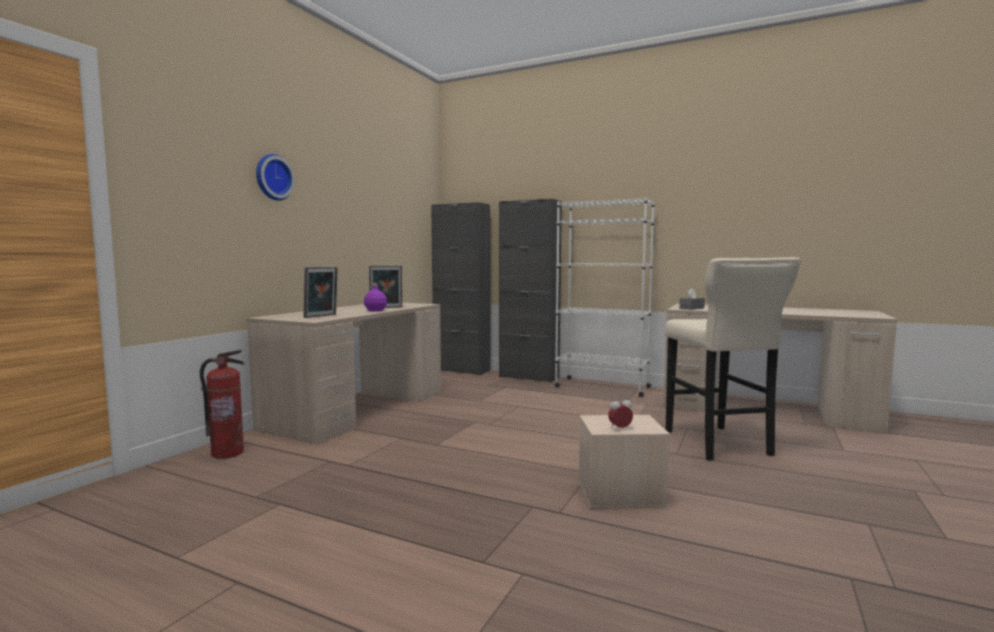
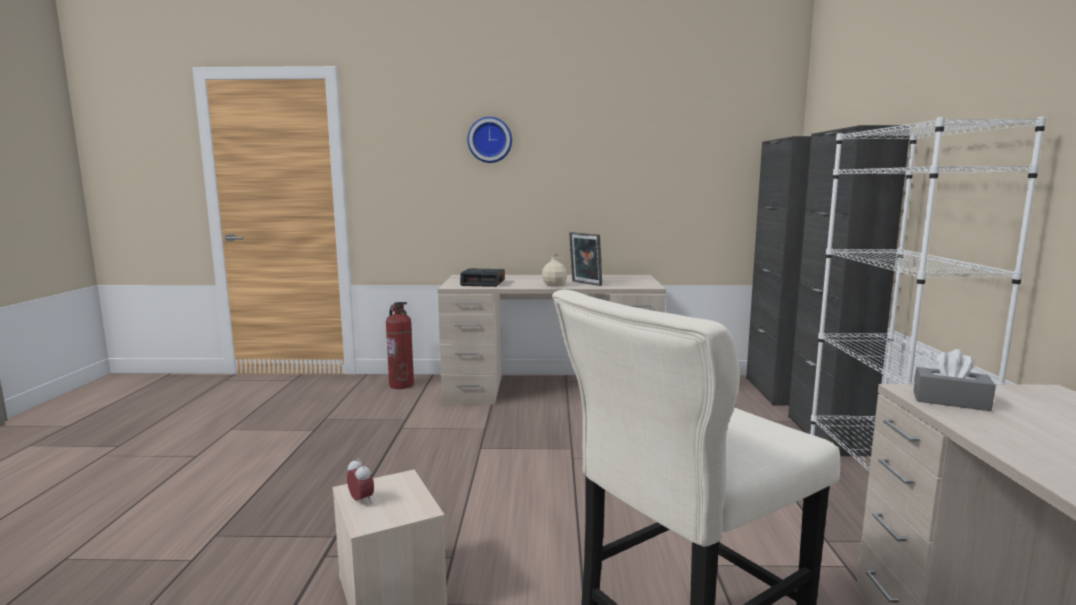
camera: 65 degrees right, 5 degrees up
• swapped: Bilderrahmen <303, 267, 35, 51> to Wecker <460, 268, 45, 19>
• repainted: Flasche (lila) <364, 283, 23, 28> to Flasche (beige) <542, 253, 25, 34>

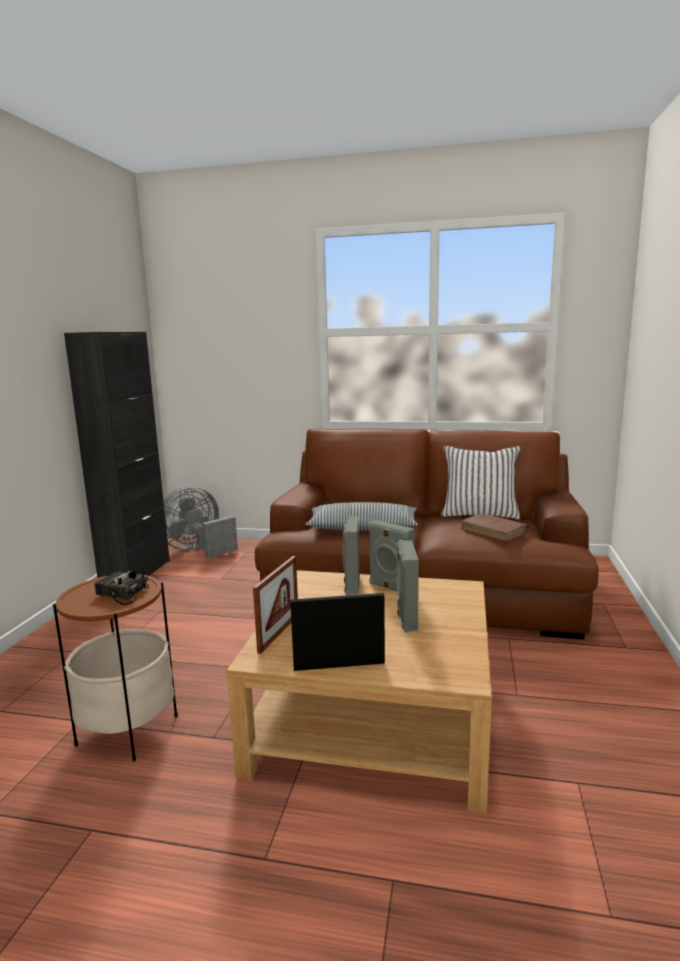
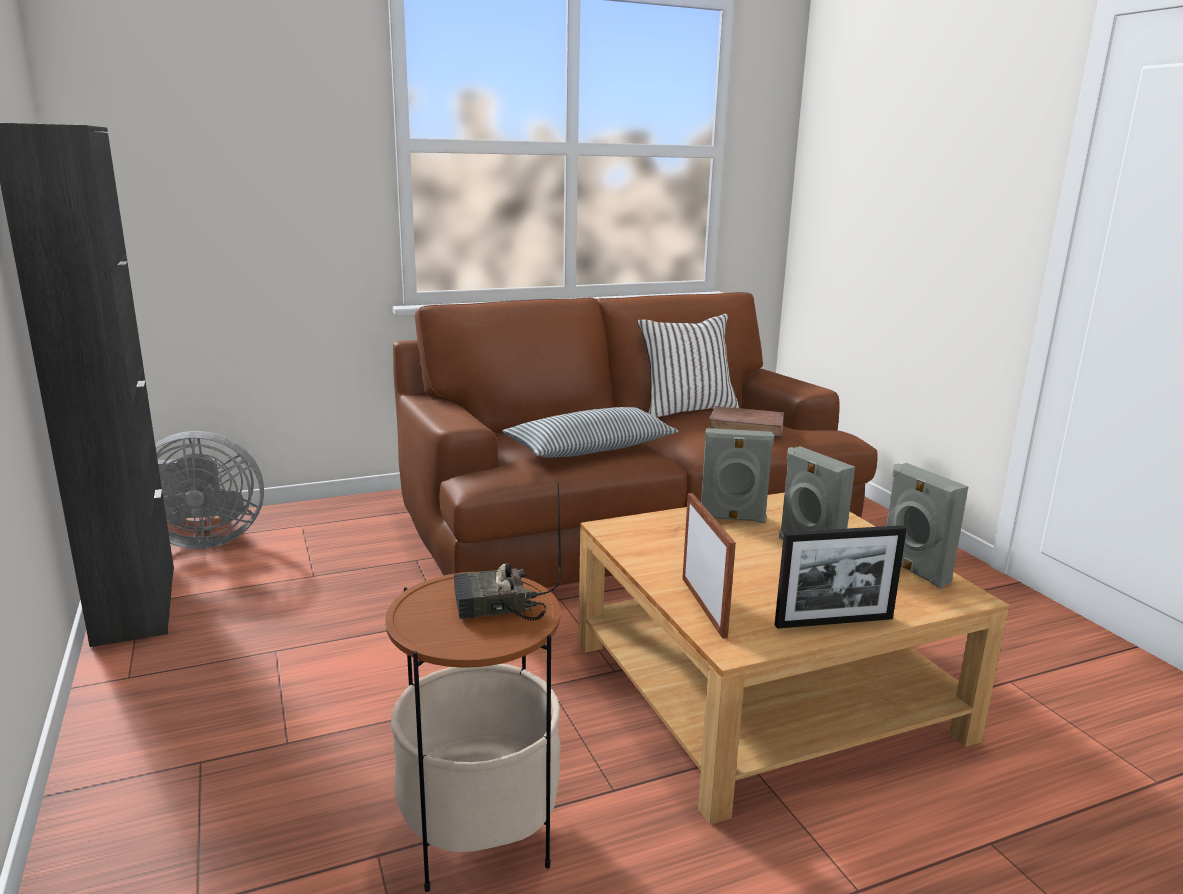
camera: 35 degrees left, 5 degrees up
• rotated: Ventilator (grau) <163, 486, 75, 72> = <155, 431, 109, 118> 120 degrees counterclockwise
• rotated: Bilderrahmen <290, 593, 95, 78> = <774, 525, 133, 104> 150 degrees counterclockwise
• shifted: Lautsprecher (grau) <343, 516, 17, 79> to <886, 463, 83, 125>

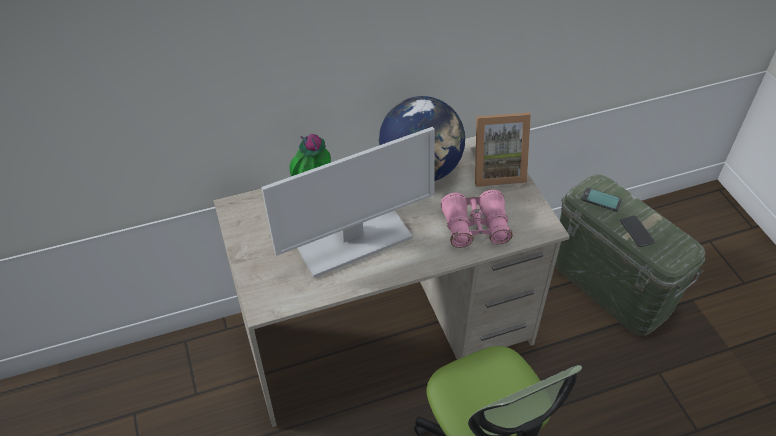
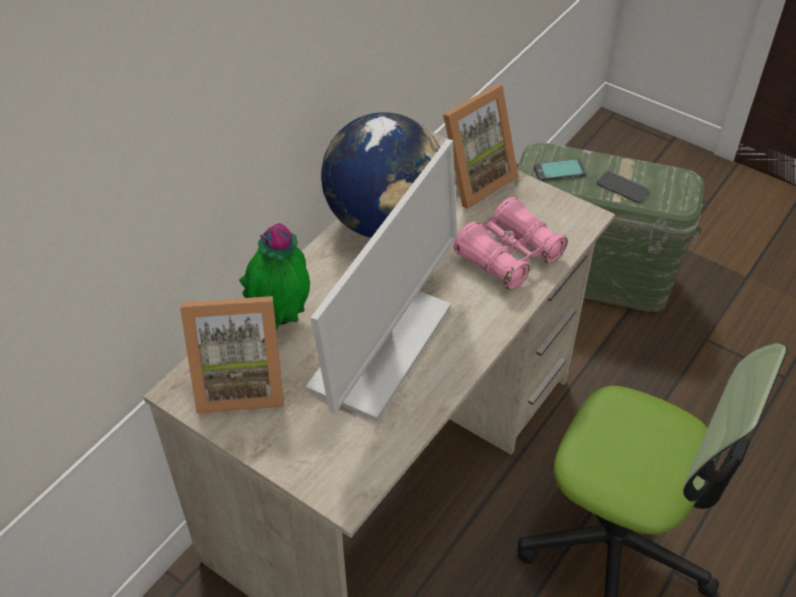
camera: 35 degrees left, 0 degrees up
• new: Bilderrahmen <180, 296, 104, 118>

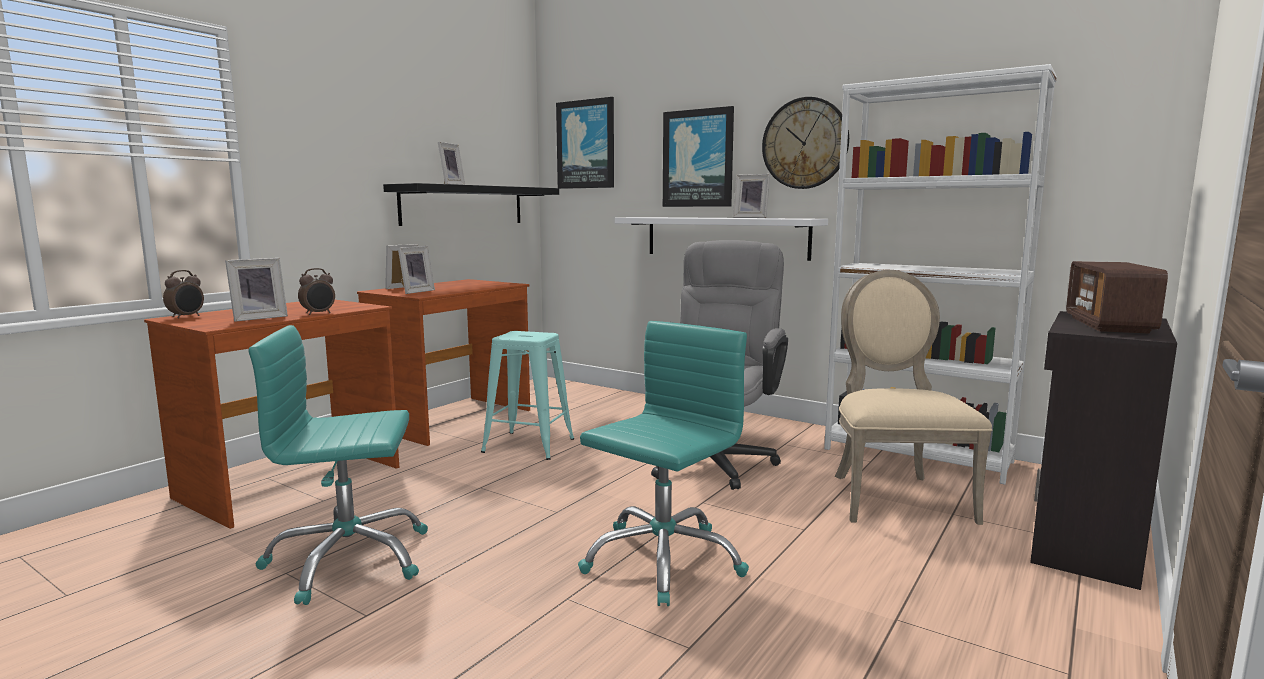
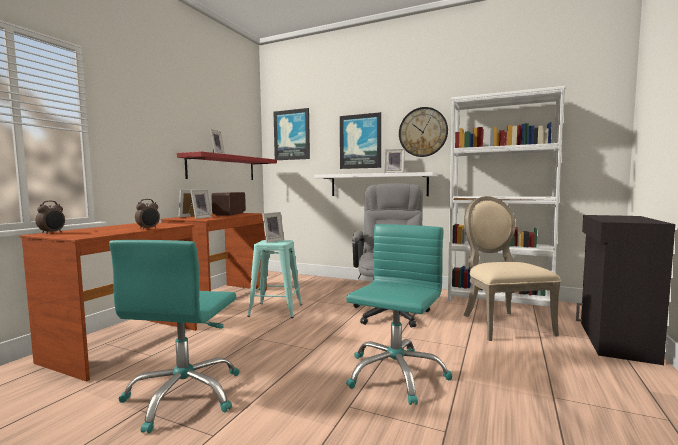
camera: 10 degrees left, 5 degrees down
• rotated: Bürostuhl (türkis) <248, 325, 180, 280> = <109, 240, 130, 193> 60 degrees counterclockwise
• repainted: Wandregal (schwarz) <383, 183, 176, 43> to Wandregal (rot) <177, 151, 100, 29>
• shifted: Radio <1066, 261, 102, 73> to <211, 192, 35, 24>
• shifted: Bilderrahmen <225, 258, 63, 64> to <262, 212, 22, 31>

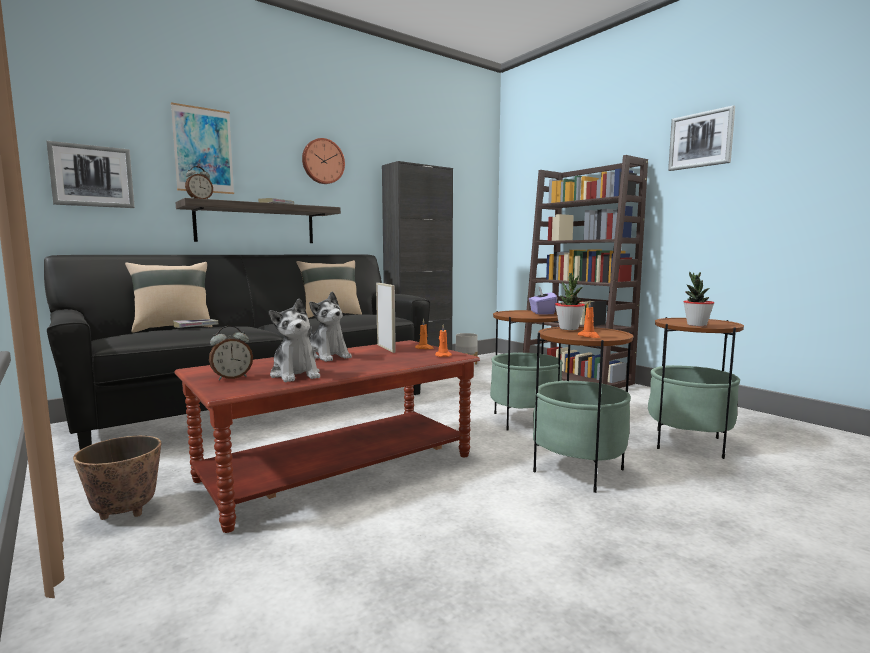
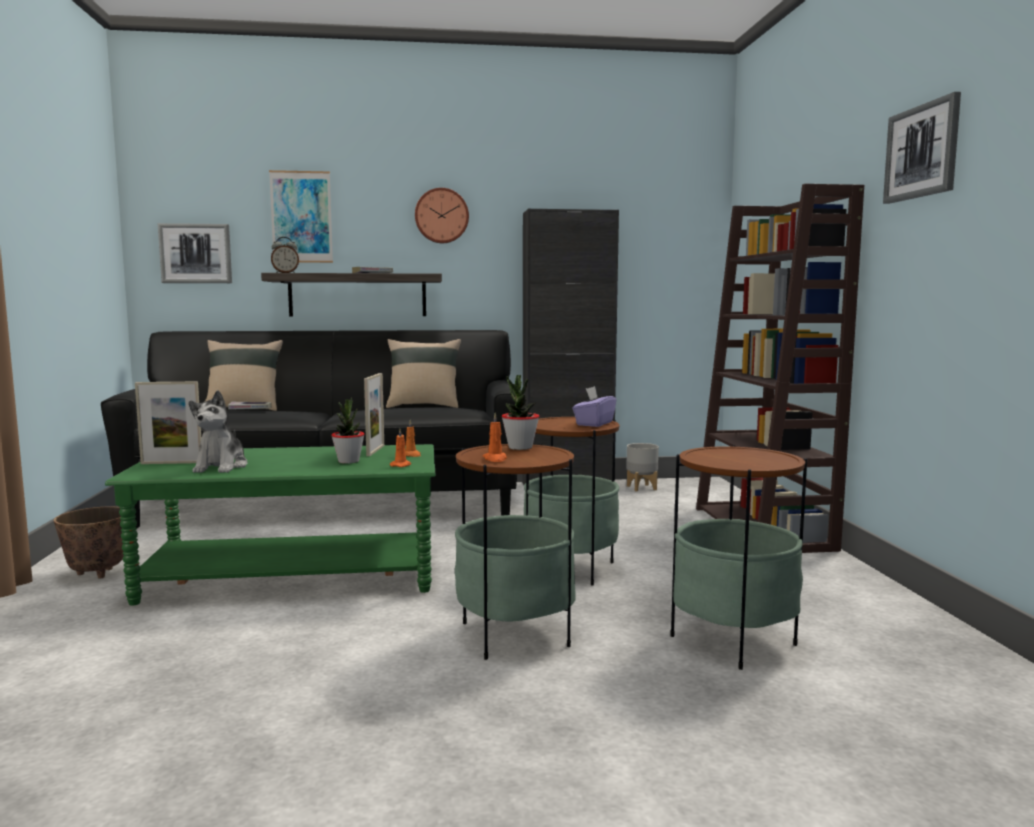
camera: 30 degrees right, 0 degrees up
• repainted: Couchtisch (braun) <174, 340, 306, 193> to Couchtisch (grün) <105, 444, 330, 162>
• swapped: Wecker <209, 326, 44, 54> to Bilderrahmen <135, 382, 66, 82>
• shifted: Topfpflanze <683, 272, 31, 54> to <331, 397, 33, 67>
• gone: Plüschtier <309, 291, 43, 71>

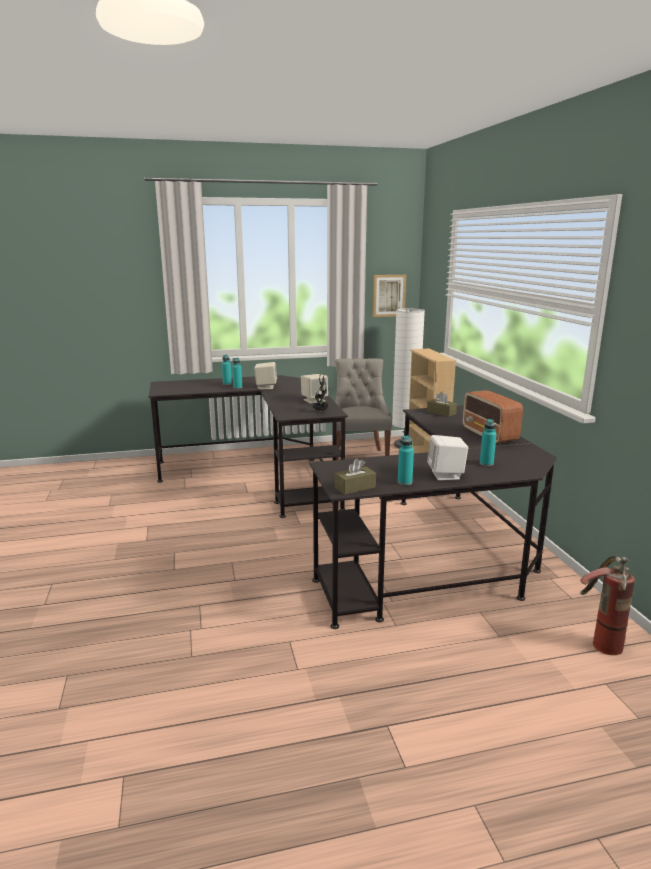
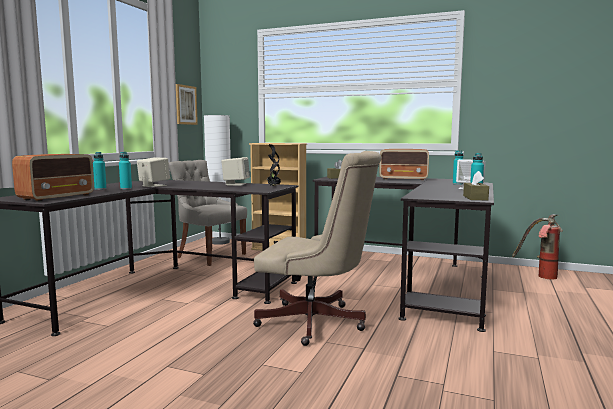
camera: 55 degrees left, 10 degrees down
• new: Radio <12, 154, 82, 48>
• new: Bürostuhl (beige) <253, 151, 128, 195>

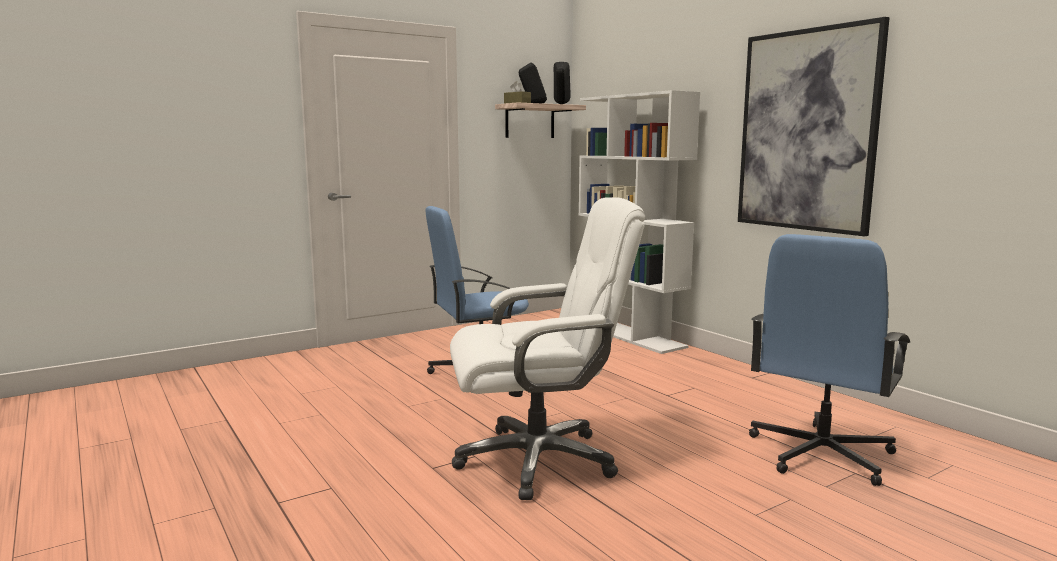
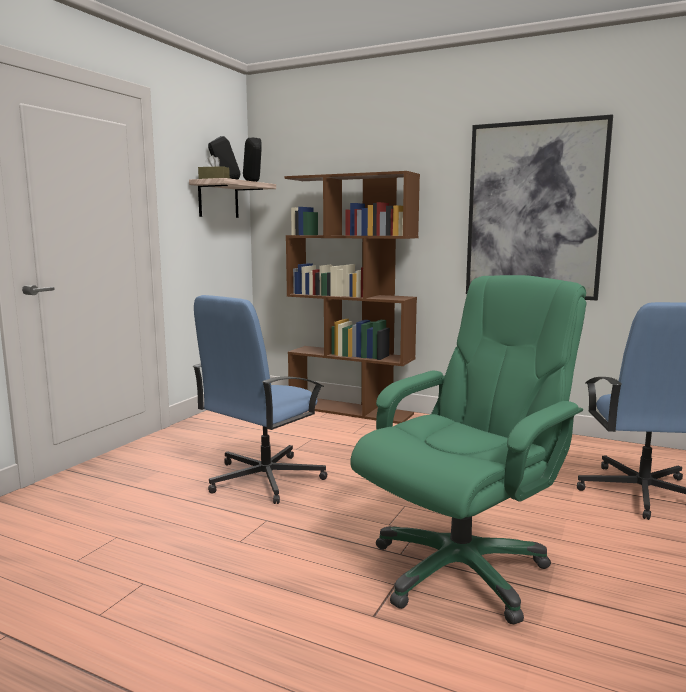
camera: 30 degrees left, 0 degrees up
• repainted: Bücherregal (weiß) <579, 90, 121, 264> to Bücherregal (braun) <285, 171, 135, 253>
• repainted: Bürostuhl (weiß) <450, 197, 195, 303> to Bürostuhl (grün) <350, 275, 236, 350>

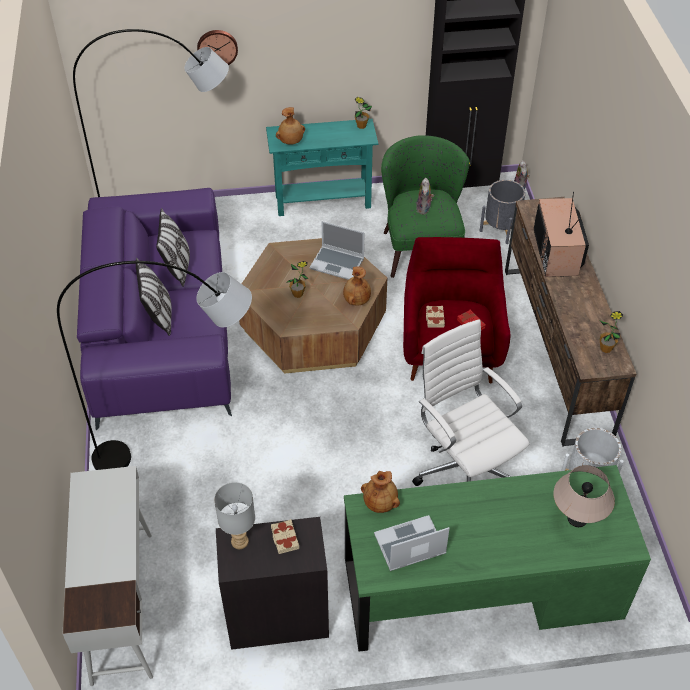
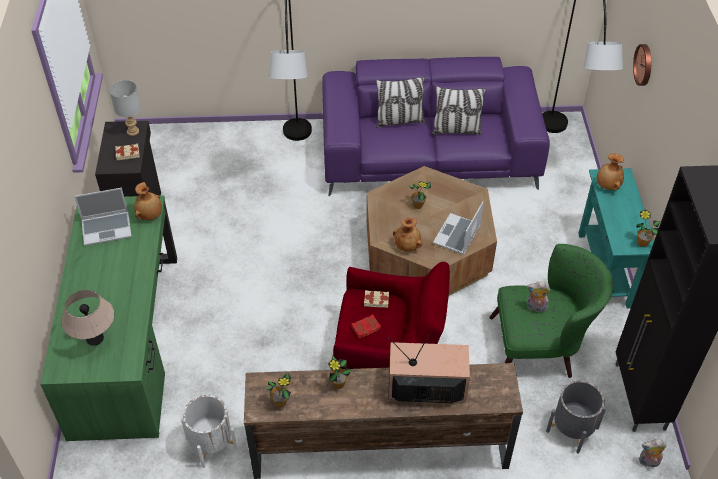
camera: 95 degrees right, 0 degrees up
• rotated: Laptop <374, 515, 76, 56> = <74, 188, 58, 58> 90 degrees clockwise
• new: Topfpflanze <328, 355, 23, 34>
• gone: Schreibtisch (weiß) <63, 466, 90, 220>
• gone: Bürostuhl (weiß) <412, 319, 117, 167>

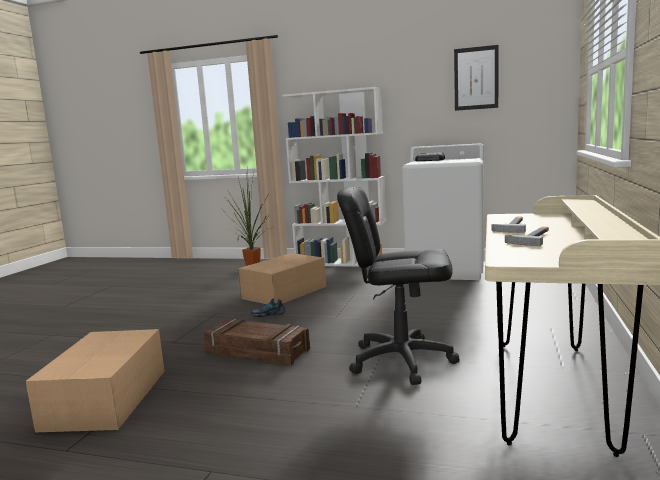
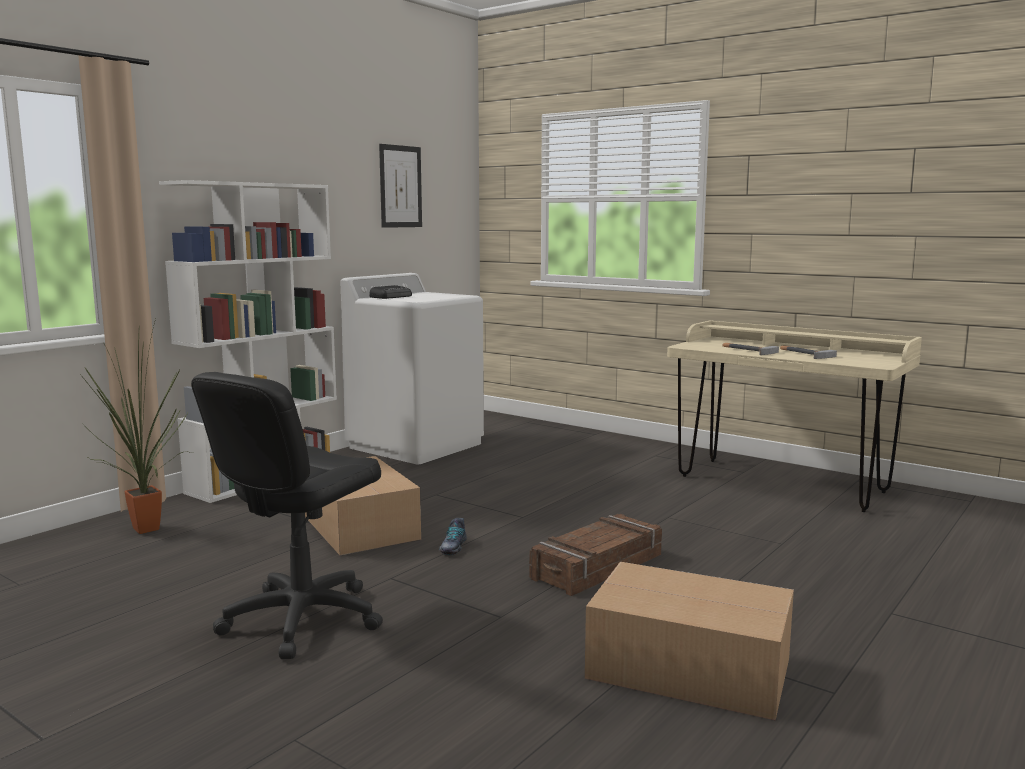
camera: 70 degrees left, 0 degrees up
• shifted: Bürostuhl (schwarz) <337, 187, 122, 198> to <191, 372, 192, 287>

